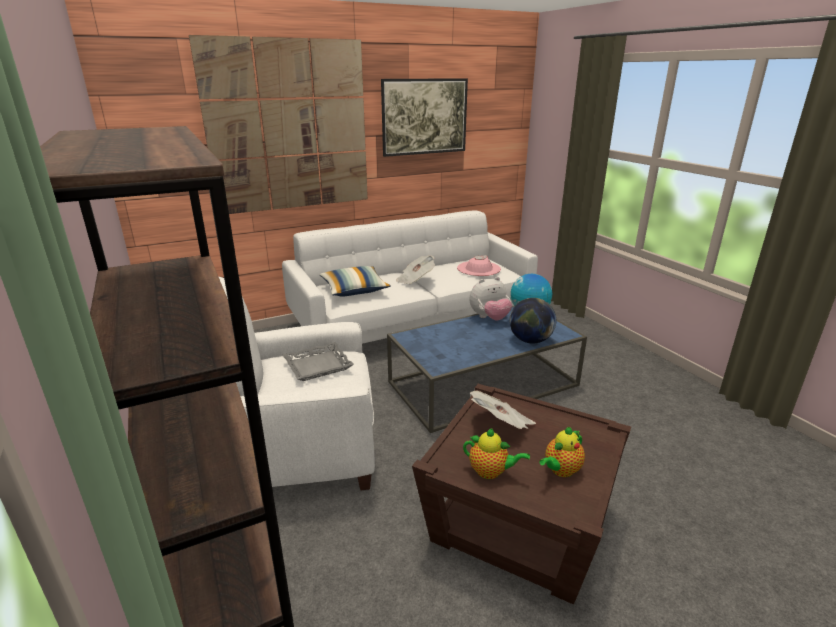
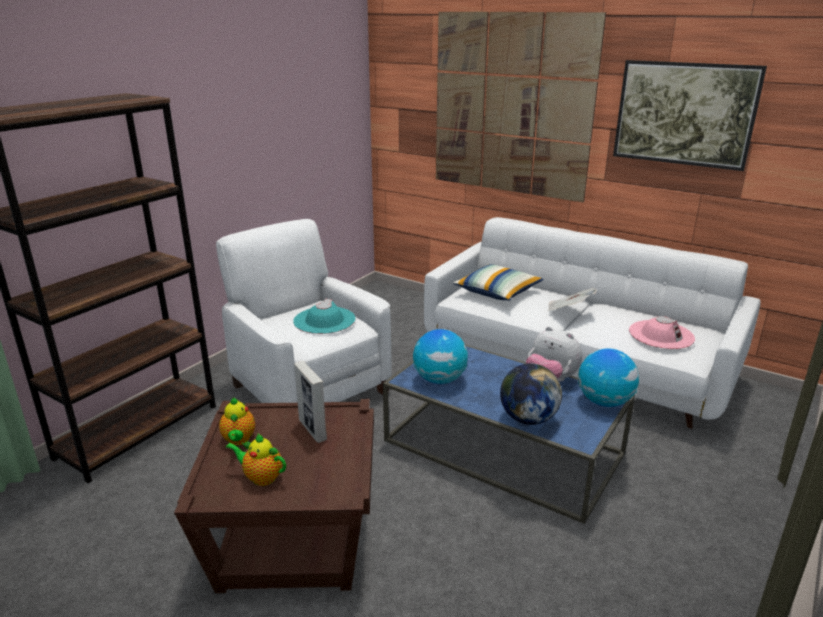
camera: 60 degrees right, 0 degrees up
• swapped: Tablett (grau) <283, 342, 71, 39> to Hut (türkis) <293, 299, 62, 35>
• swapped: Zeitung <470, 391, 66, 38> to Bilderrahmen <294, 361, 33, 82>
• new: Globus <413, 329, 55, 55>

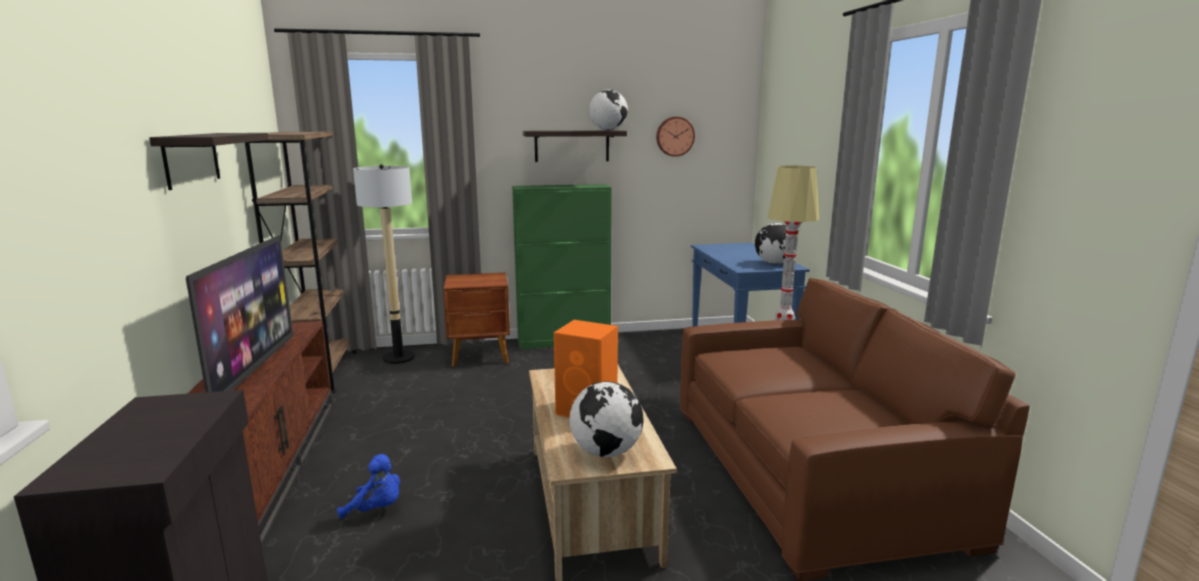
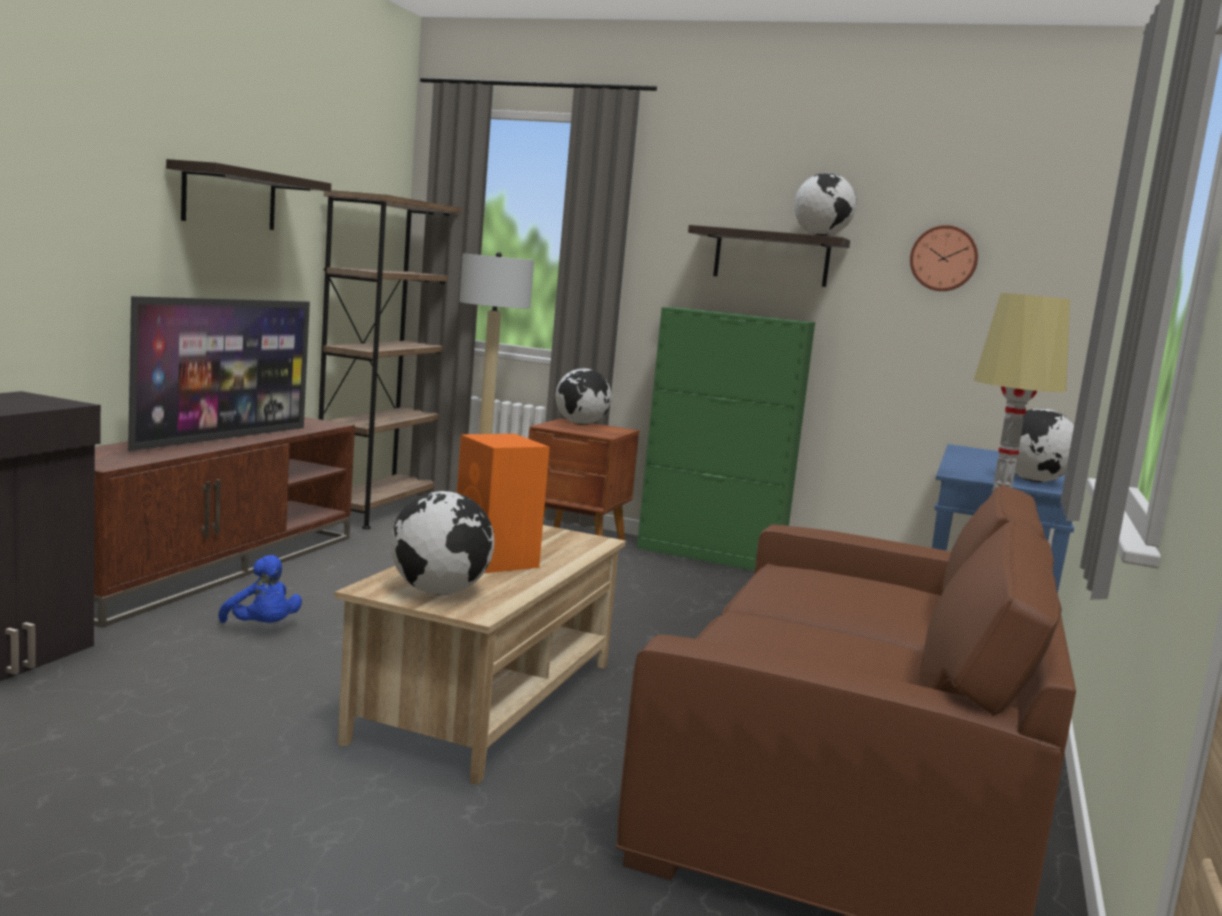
camera: 30 degrees right, 5 degrees down
• new: Globus <555, 368, 56, 57>

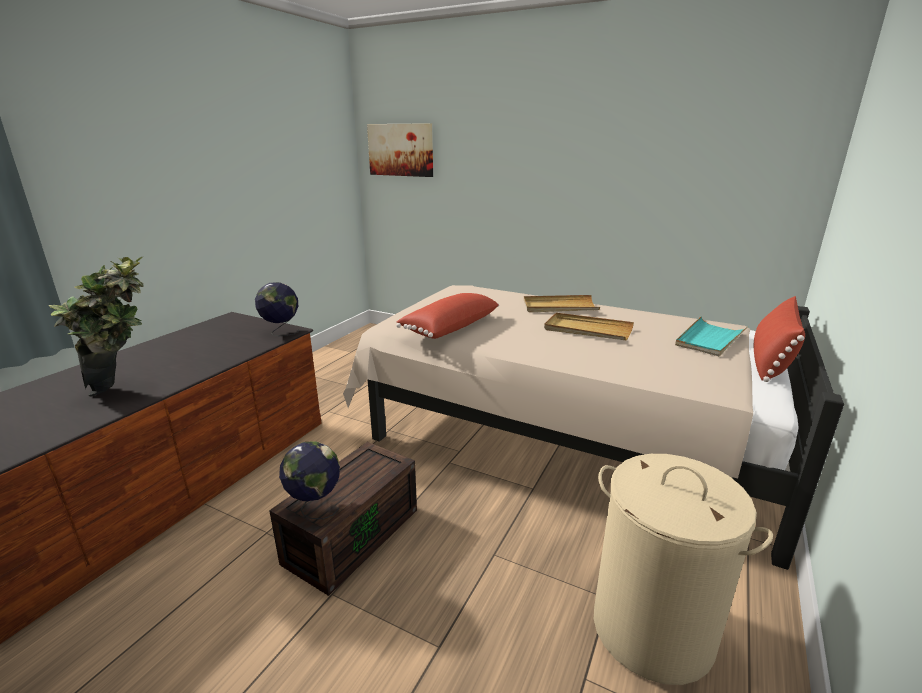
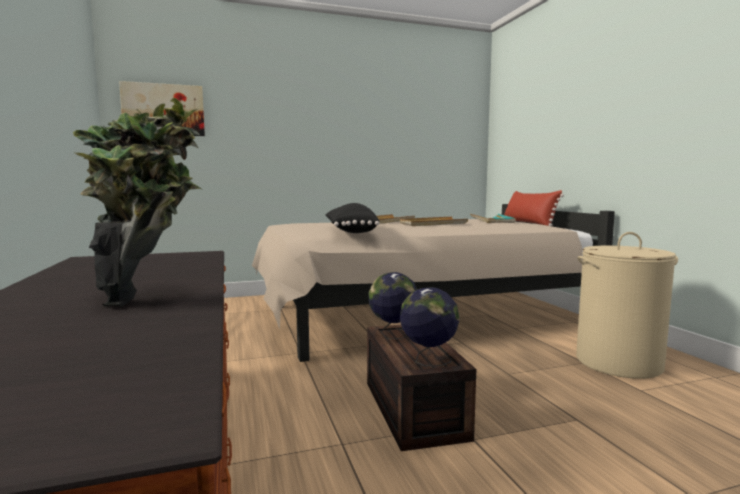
camera: 45 degrees left, 15 degrees down
• repainted: Kissen (rot) <396, 293, 103, 46> to Kissen (schwarz) <325, 203, 55, 30>
• shifted: Globus <255, 282, 44, 54> to <369, 272, 48, 67>

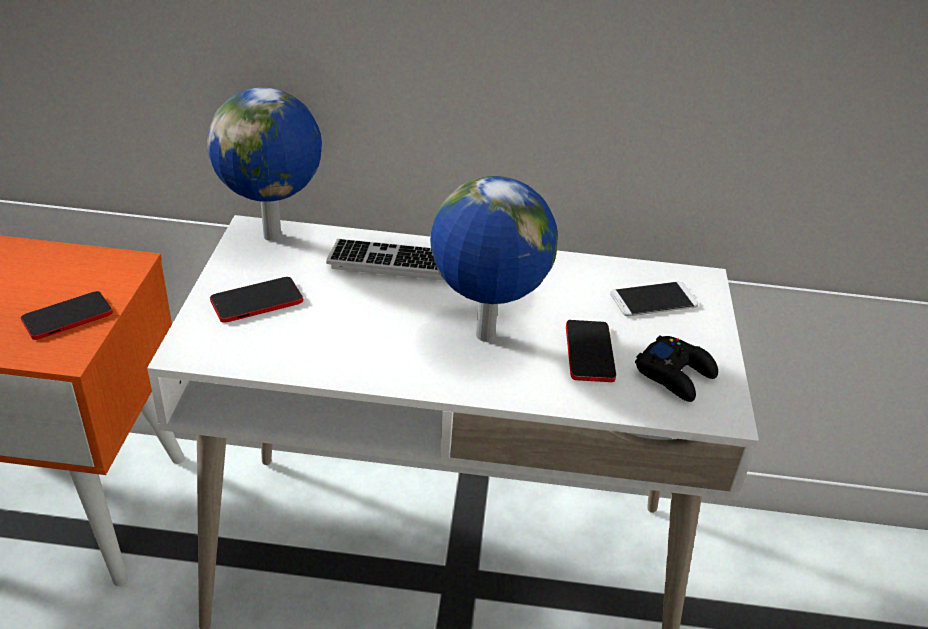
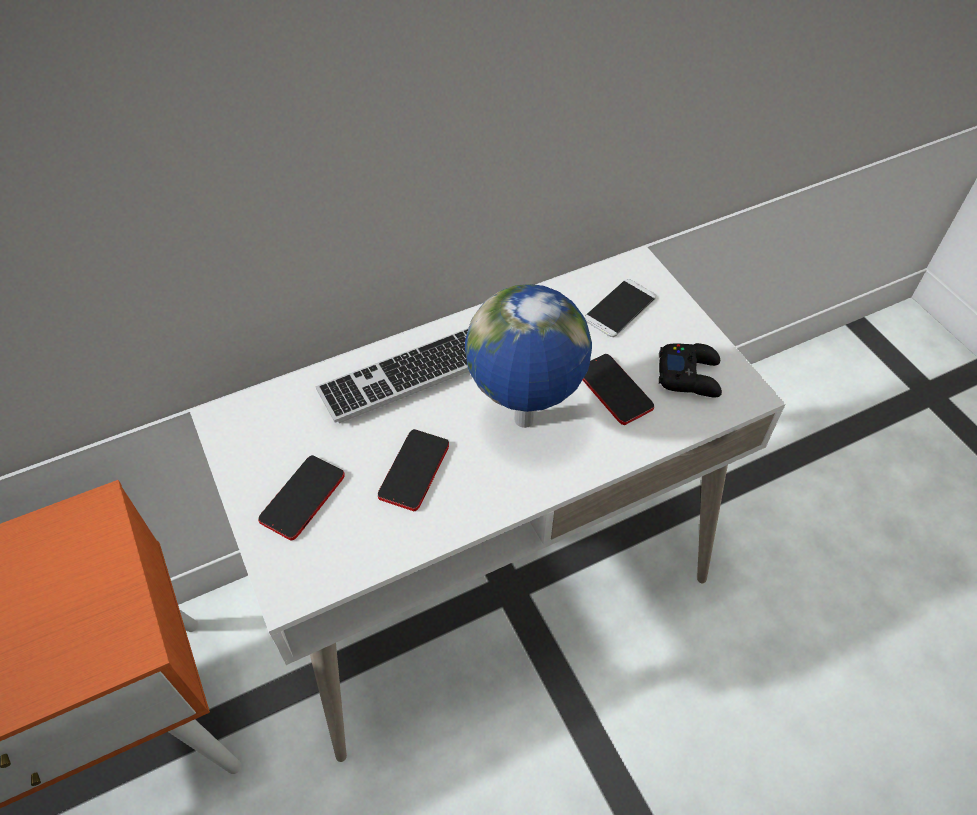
camera: 30 degrees left, 15 degrees up
• shifted: Handy <21, 291, 92, 49> to <378, 429, 71, 82>
• gone: Globus <207, 87, 115, 154>

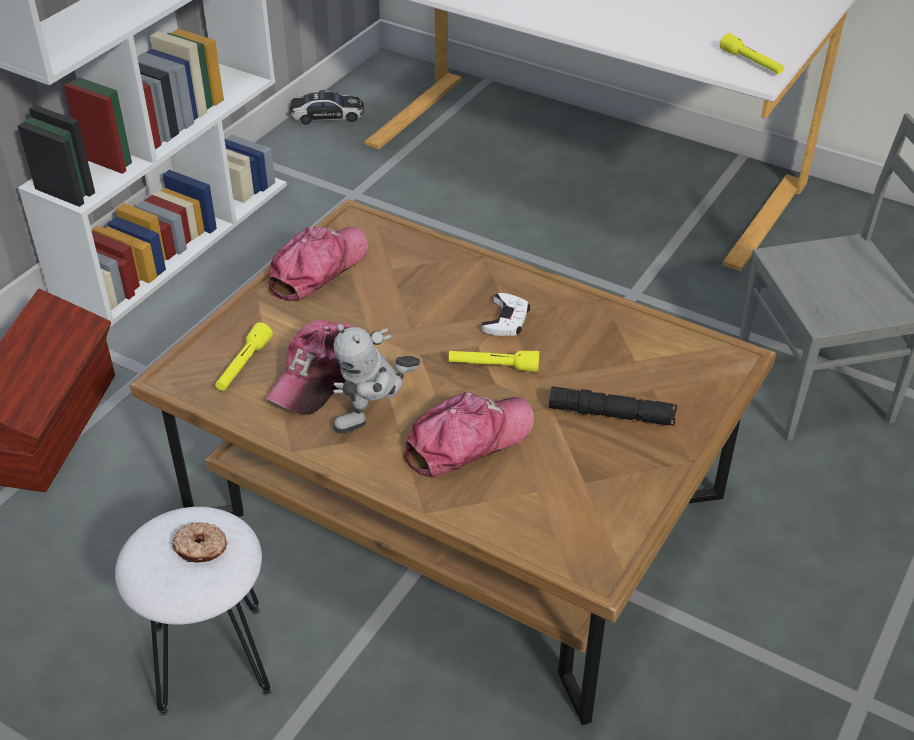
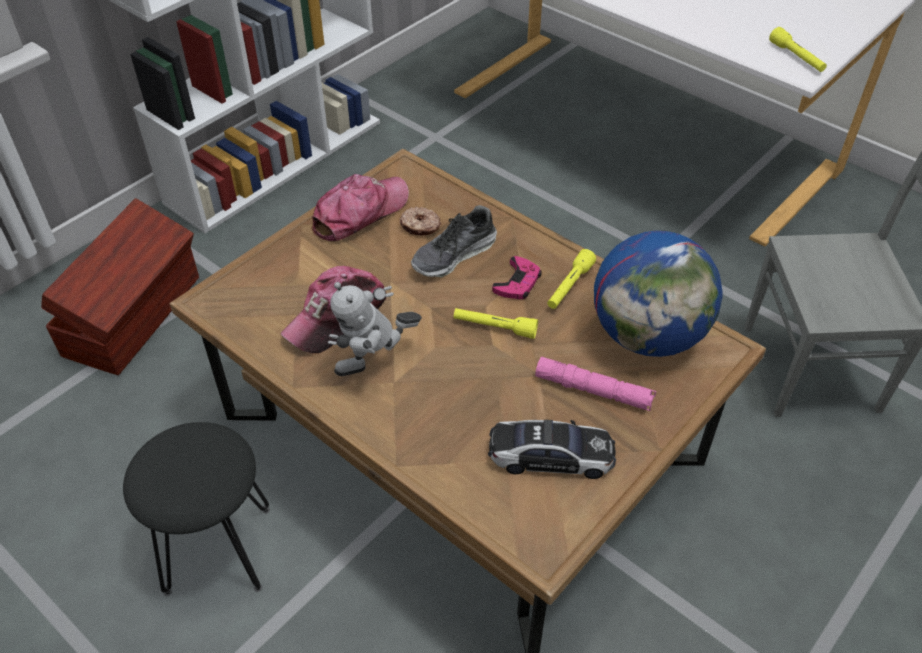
camera: 10 degrees right, 5 degrees up
• repainted: Hocker (weiß) <115, 507, 156, 209> to Hocker (schwarz) <123, 422, 147, 174>
• shifted: Donut <171, 522, 56, 41> to <400, 207, 41, 28>
• new: Schuh <411, 205, 86, 72>
• shifted: Spielzeugauto <289, 90, 75, 35> to <488, 420, 128, 59>
• repainted: Gamepad (weiß) <482, 293, 48, 43> to Gamepad (rosa) <492, 256, 50, 43>
• repainted: Taschenlampe (schwarz) <549, 386, 128, 39> to Taschenlampe (rosa) <535, 357, 121, 54>
• shifted: Taschenlampe (gelb) <215, 322, 58, 69> to <547, 249, 49, 60>
• new: Globus <594, 231, 128, 126>
• gone: Kappe <403, 392, 131, 85>

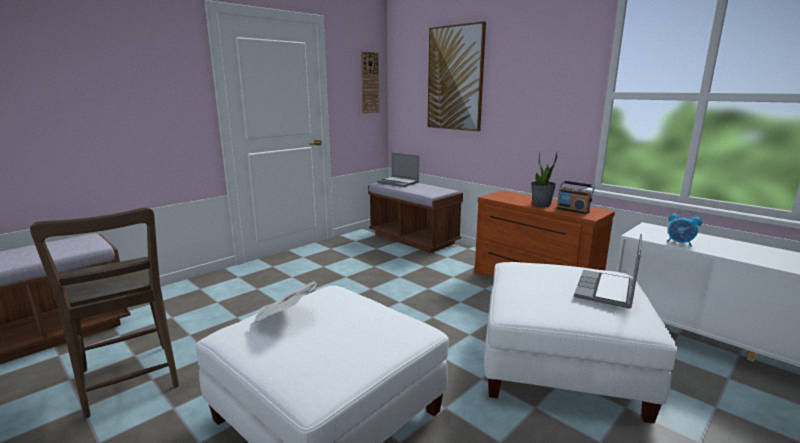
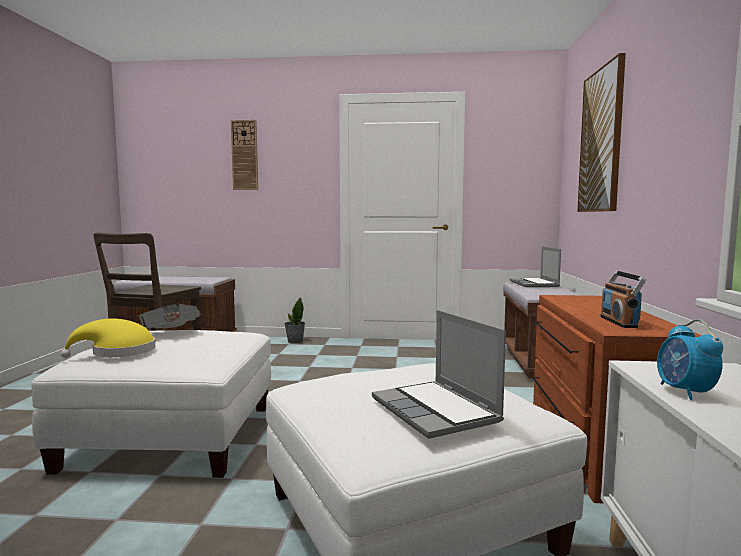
camera: 50 degrees right, 10 degrees down
• new: Hut (gelb) <60, 318, 95, 40>
• shifted: Wanduhr <361, 51, 19, 62> to <231, 120, 27, 70>
• shifted: Topfpflanze <531, 152, 26, 55> to <284, 297, 21, 46>
• rotated: Laptop <574, 234, 68, 75> = <372, 310, 134, 129> 105 degrees counterclockwise

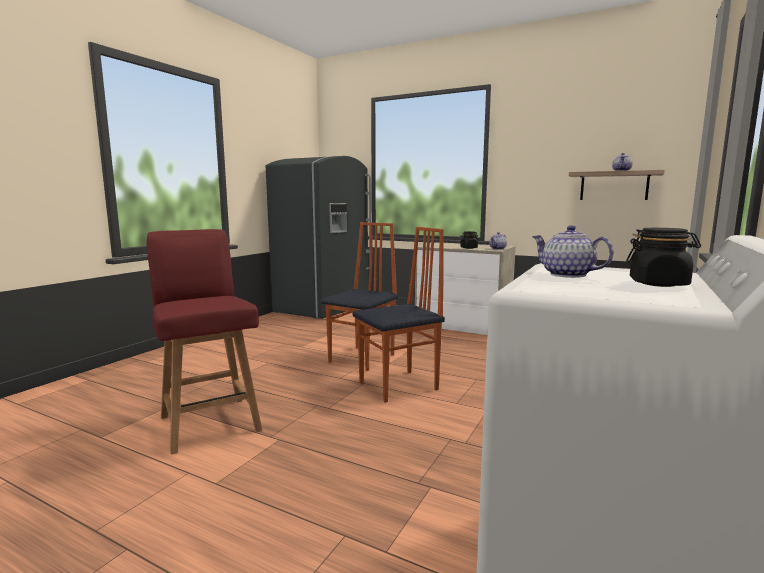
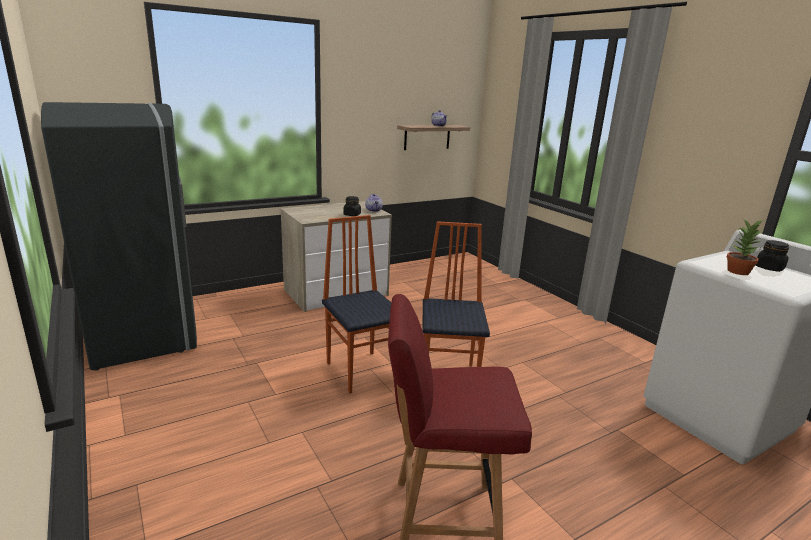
camera: 60 degrees left, 10 degrees up
• swapped: Teekanne <532, 225, 82, 53> to Topfpflanze <727, 220, 36, 55>

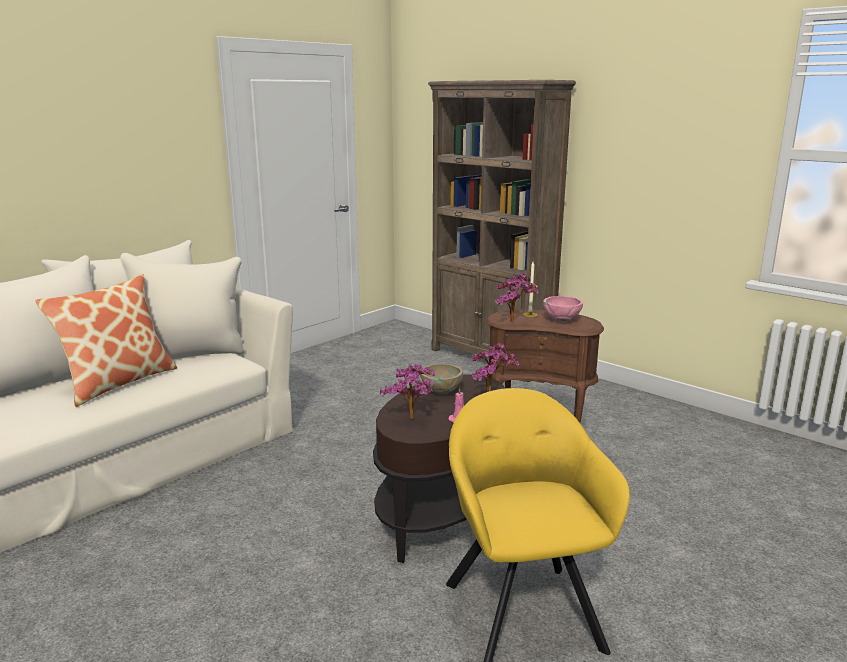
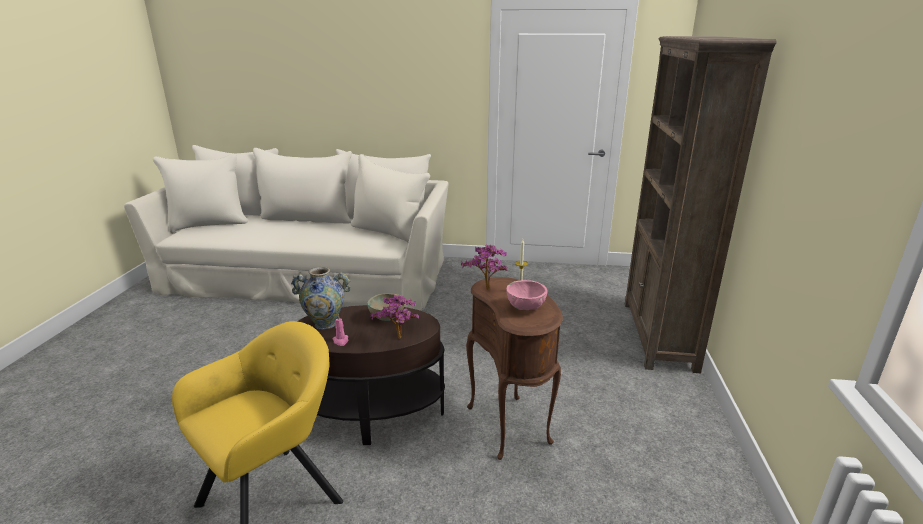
camera: 55 degrees right, 5 degrees up
• swapped: Topfpflanze <380, 364, 55, 55> to Vase <291, 267, 60, 63>
• gone: Kissen <35, 274, 142, 133>

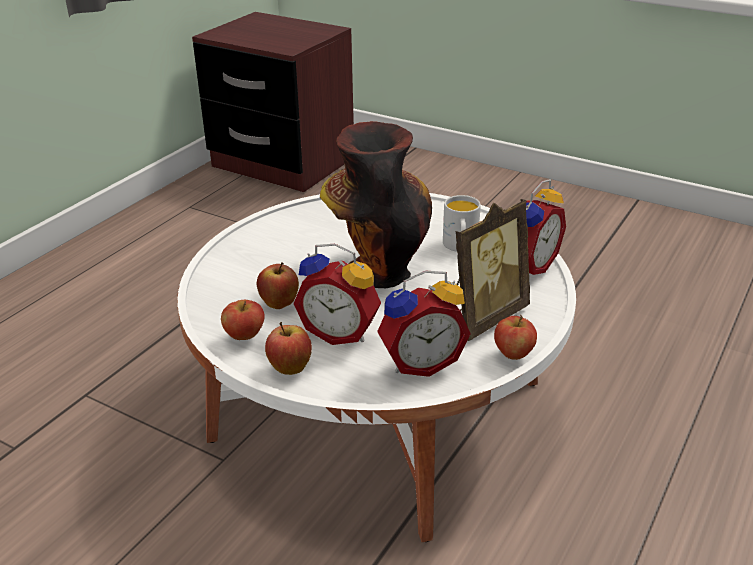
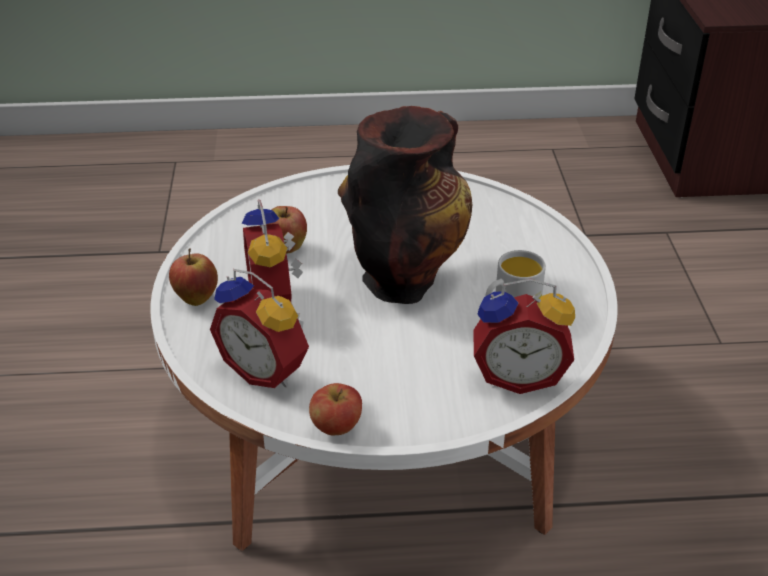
camera: 55 degrees right, 5 degrees up
• gone: Apfel <221, 300, 44, 40>
• gone: Bilderrahmen <456, 199, 74, 142>

